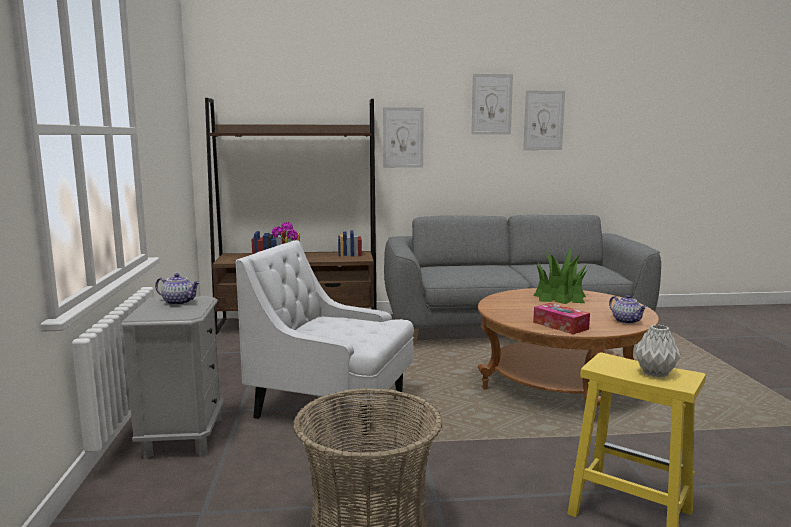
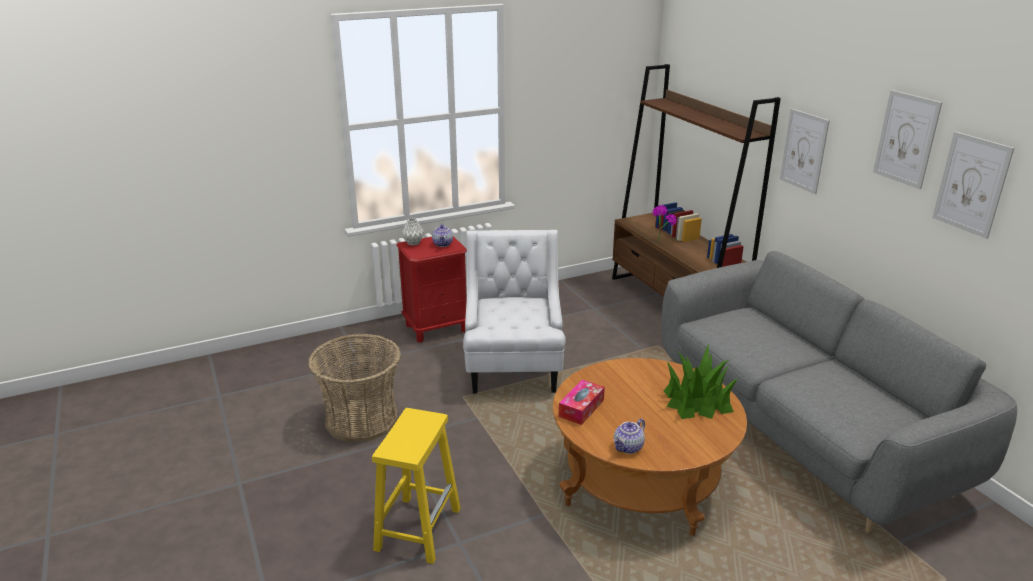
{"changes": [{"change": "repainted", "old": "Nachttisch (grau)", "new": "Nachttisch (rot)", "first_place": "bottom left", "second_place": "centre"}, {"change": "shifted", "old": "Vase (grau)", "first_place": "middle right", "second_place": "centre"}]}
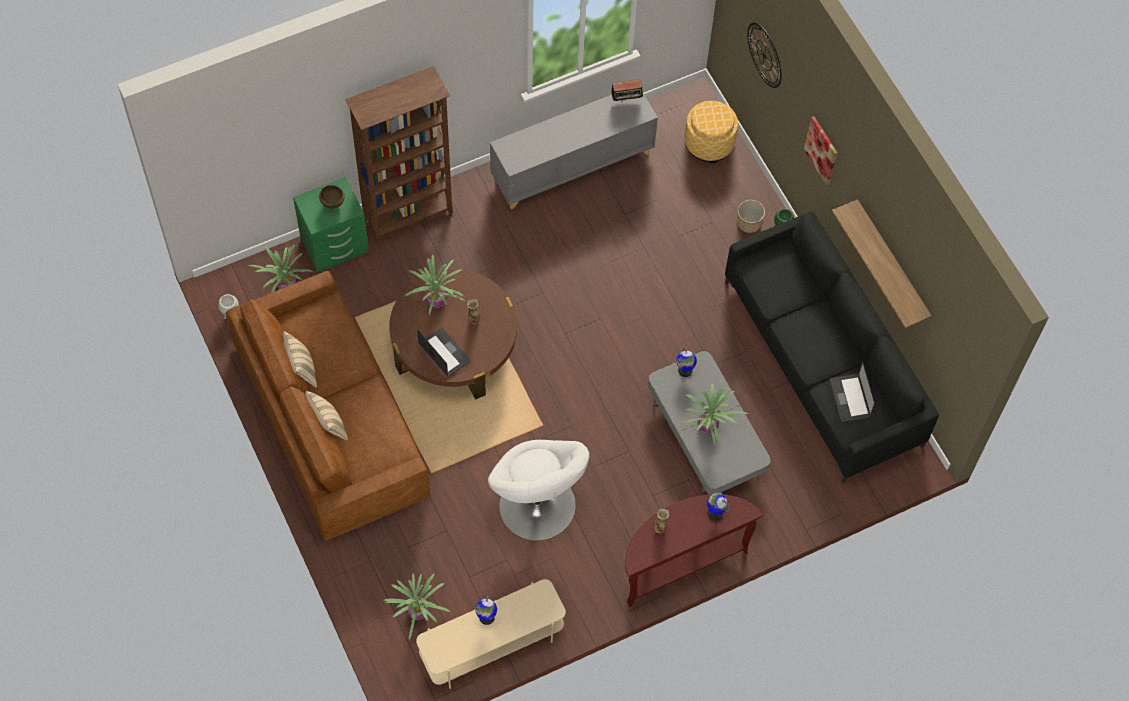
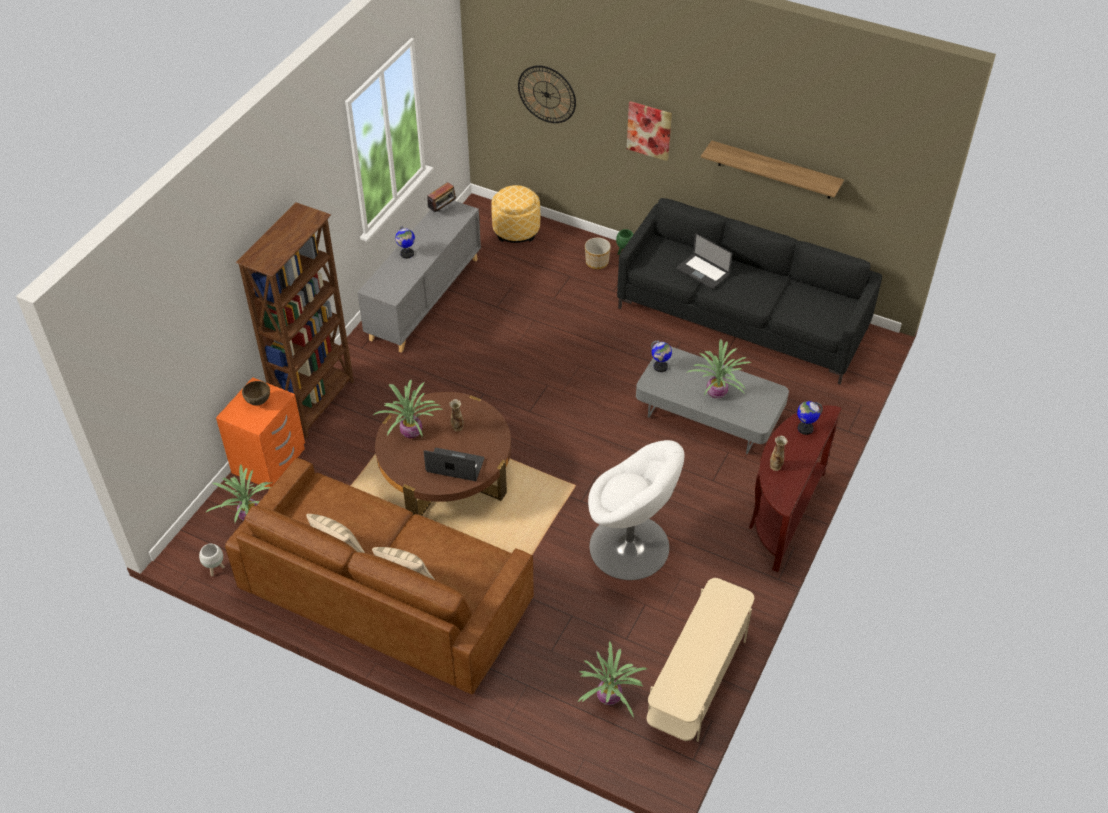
{"changes": [{"change": "repainted", "old": "Nachttisch (grün)", "new": "Nachttisch (orange)", "first_place": "top left", "second_place": "middle left"}, {"change": "shifted", "old": "Globus (no. 1 from left)", "first_place": "bottom centre", "second_place": "top centre"}, {"change": "shifted", "old": "Laptop (no. 2 from left)", "first_place": "middle right", "second_place": "top centre"}]}
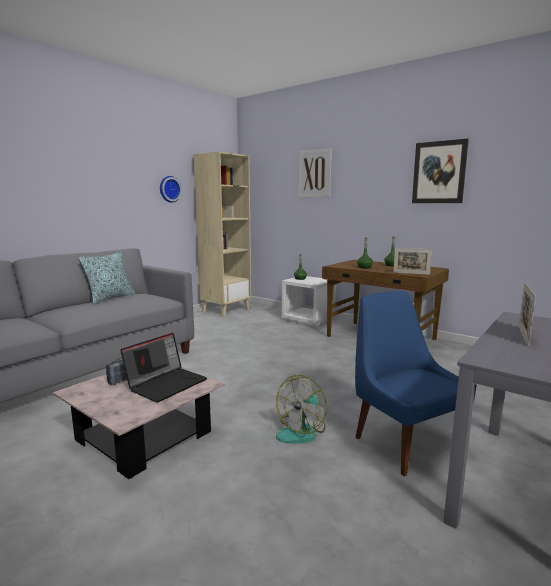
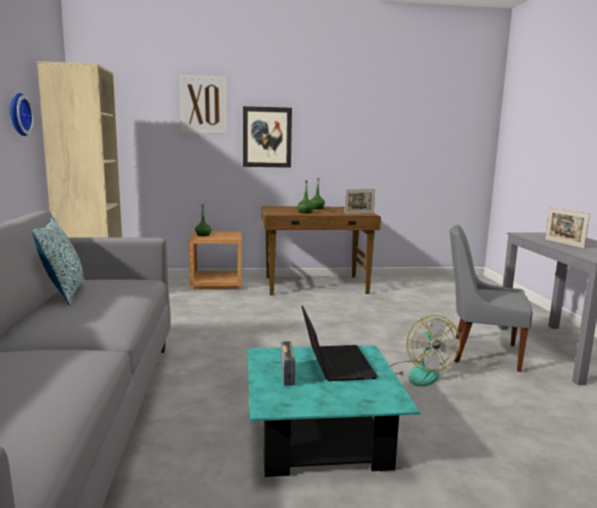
{"changes": [{"change": "repainted", "old": "Nachttisch (weiß)", "new": "Nachttisch (braun)", "first_place": "centre", "second_place": "centre"}, {"change": "shifted", "old": "Bild (no. 2 from left)", "first_place": "top right", "second_place": "top centre"}, {"change": "repainted", "old": "Couchtisch (rosa)", "new": "Couchtisch (türkis)", "first_place": "bottom left", "second_place": "bottom centre"}, {"change": "repainted", "old": "Stuhl (blau)", "new": "Stuhl (grau)", "first_place": "middle right", "second_place": "middle right"}]}
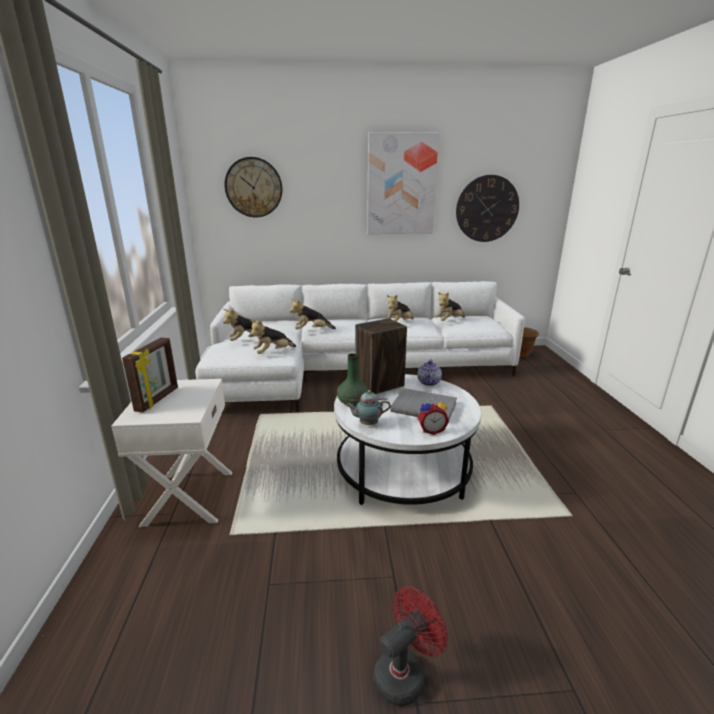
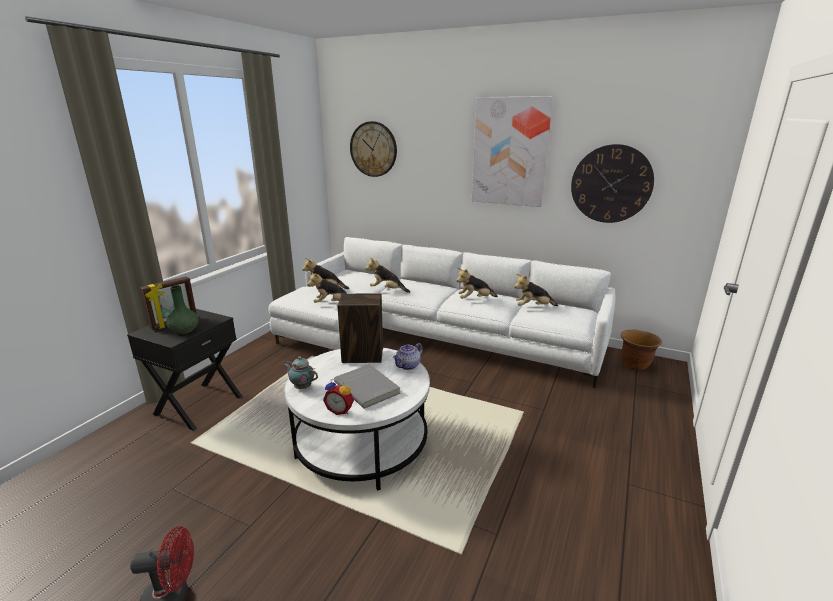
{"changes": [{"change": "repainted", "old": "Nachttisch (weiß)", "new": "Nachttisch (schwarz)", "first_place": "middle left", "second_place": "middle left"}, {"change": "shifted", "old": "Vase (grün)", "first_place": "centre", "second_place": "middle left"}]}
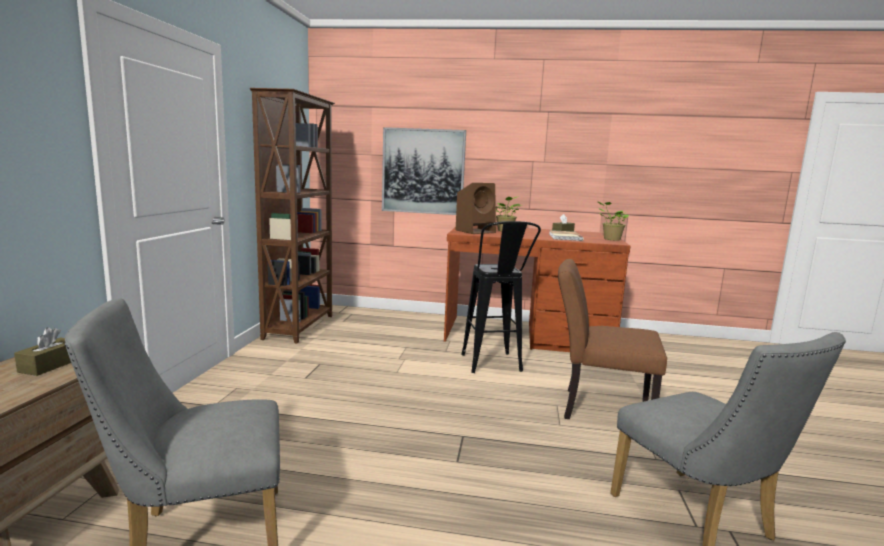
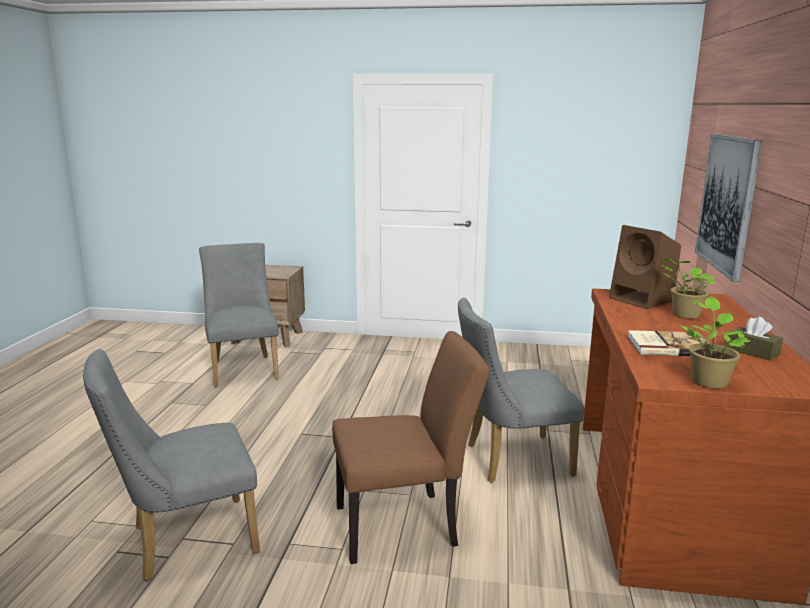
{"changes": [{"change": "rotated", "old": "Stuhl (braun)", "first_place": "middle right", "second_place": "bottom centre", "degrees": 60}, {"change": "swapped", "old": "Hocker (schwarz)", "new": "Stuhl (grau) (no. 3 from left)", "first_place": "centre", "second_place": "centre"}, {"change": "gone", "old": "Taschentuchbox (braun) (no. 1 from left)", "first_place": "middle left"}, {"change": "gone", "old": "Bücherregal (braun)", "first_place": "middle left"}]}
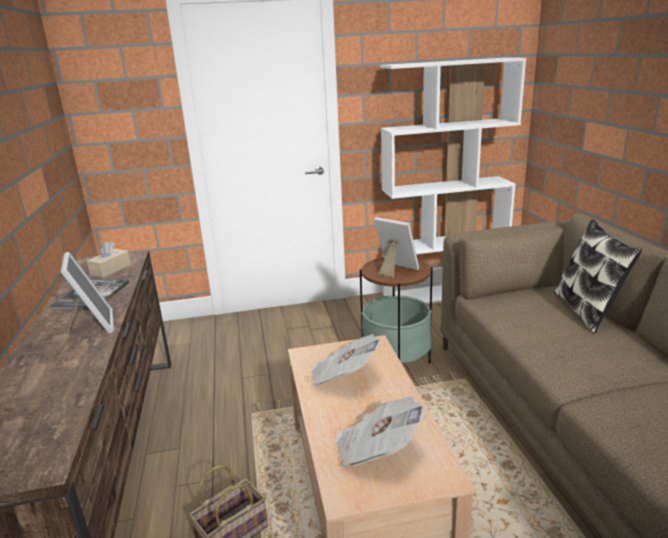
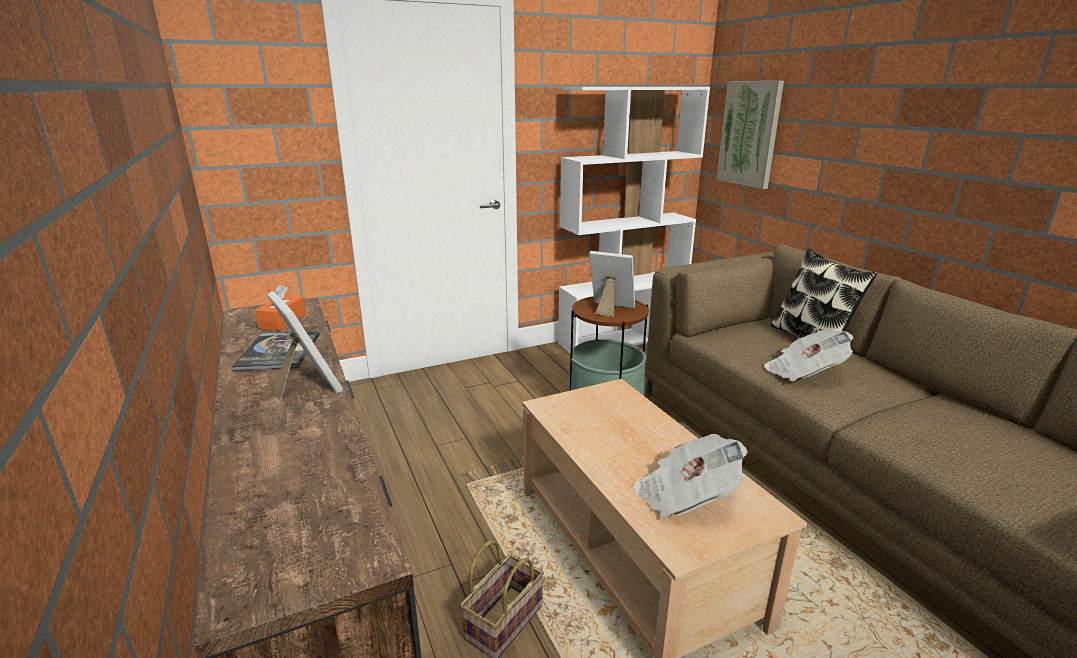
{"changes": [{"change": "repainted", "old": "Taschentuchbox (beige)", "new": "Taschentuchbox (orange)", "first_place": "middle left", "second_place": "middle left"}, {"change": "new", "new": "Bild", "second_place": "top right"}, {"change": "shifted", "old": "Zeitung (no. 1 from left in the first image)", "new": "Zeitung (no. 2 from left)", "first_place": "bottom centre", "second_place": "middle right"}]}
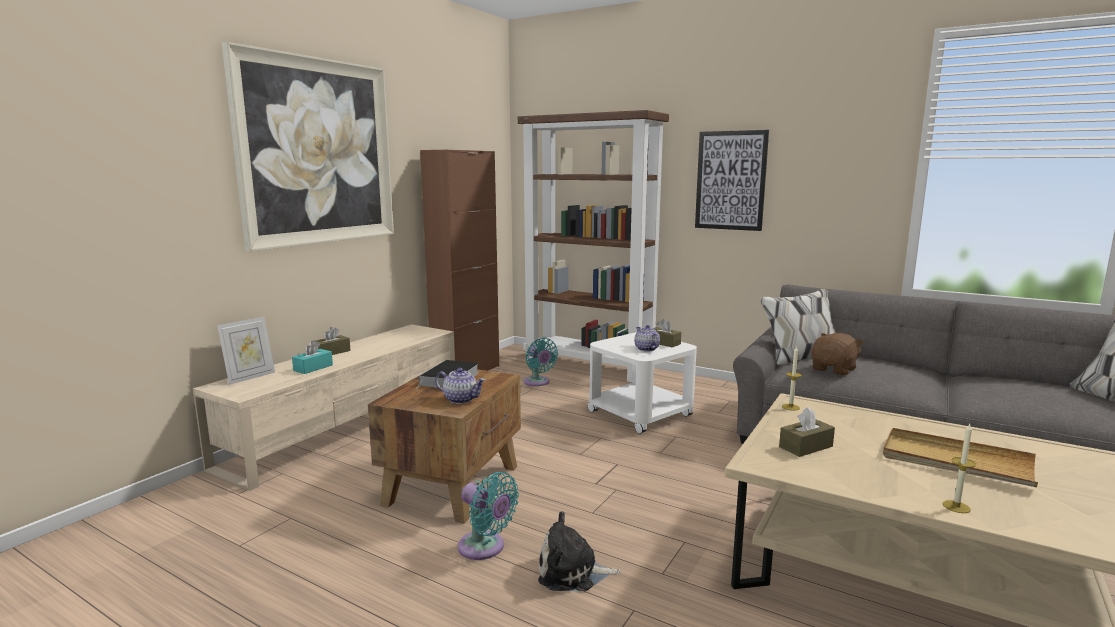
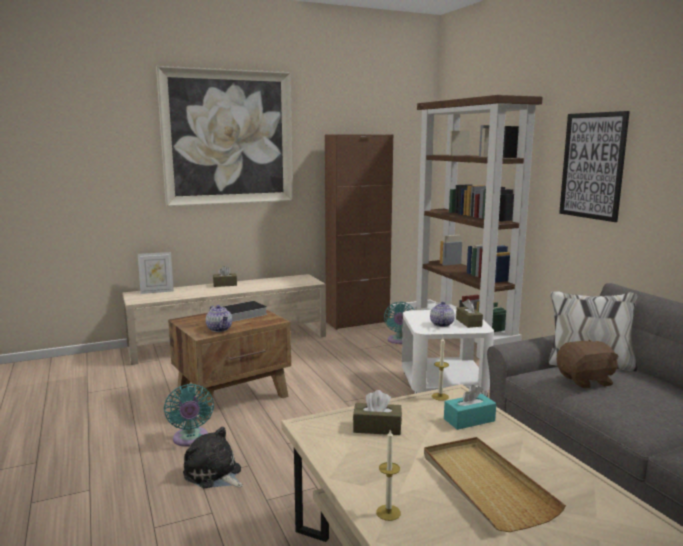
{"changes": [{"change": "shifted", "old": "Taschentuchbox (türkis)", "first_place": "middle left", "second_place": "bottom right"}]}
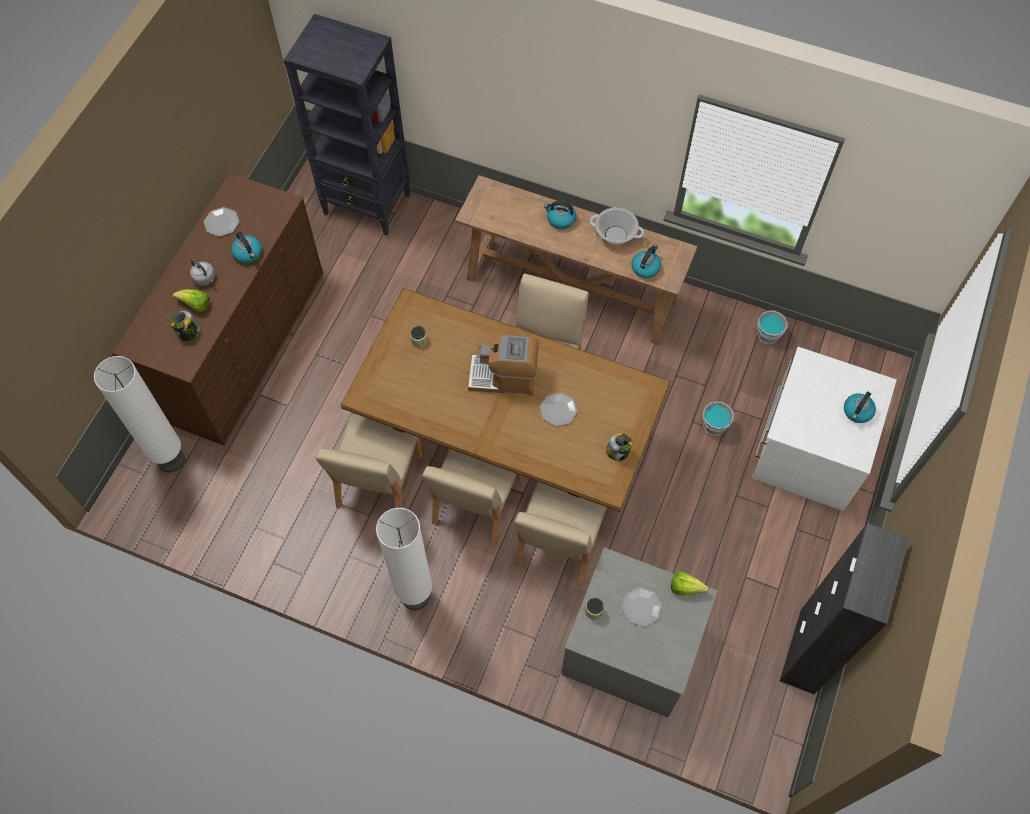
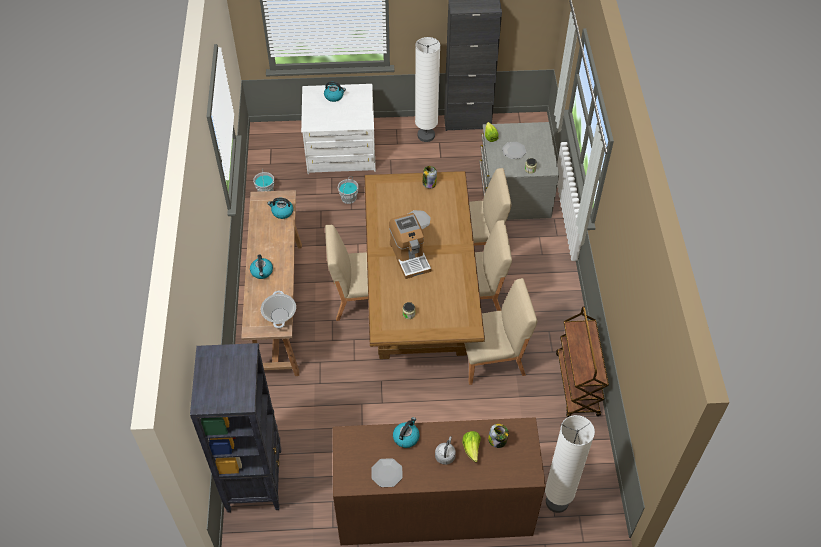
{"changes": [{"change": "shifted", "old": "Kochtopf", "first_place": "top centre", "second_place": "centre"}, {"change": "shifted", "old": "Stehlampe (weiß) (no. 2 from left in the first image)", "new": "Stehlampe (weiß) (no. 1 from left)", "first_place": "bottom centre", "second_place": "top centre"}, {"change": "new", "new": "Rollwagen (braun)", "second_place": "middle right"}]}
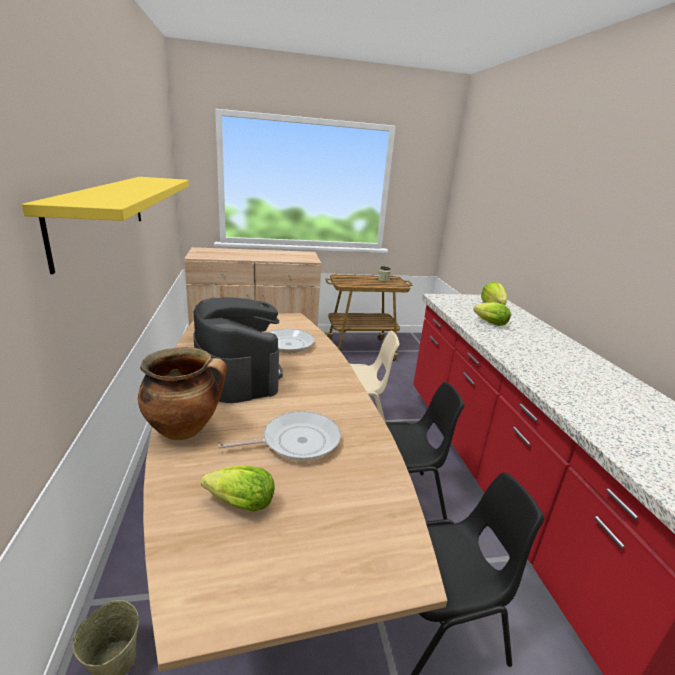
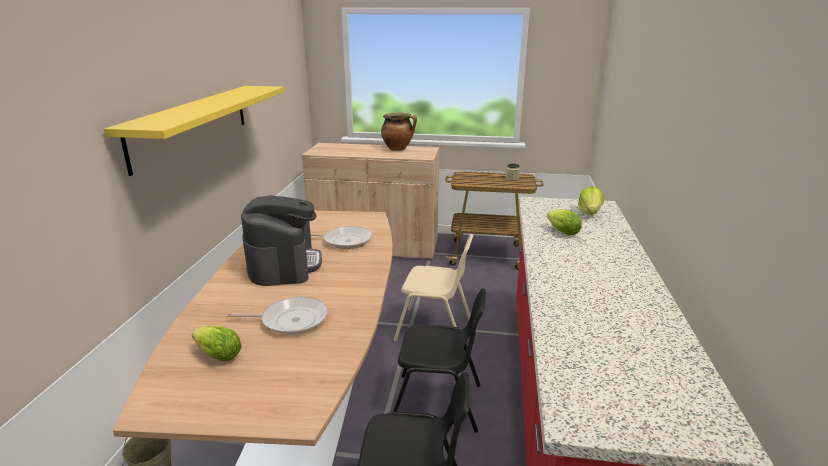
{"changes": [{"change": "shifted", "old": "Kochtopf", "first_place": "middle left", "second_place": "top centre"}]}
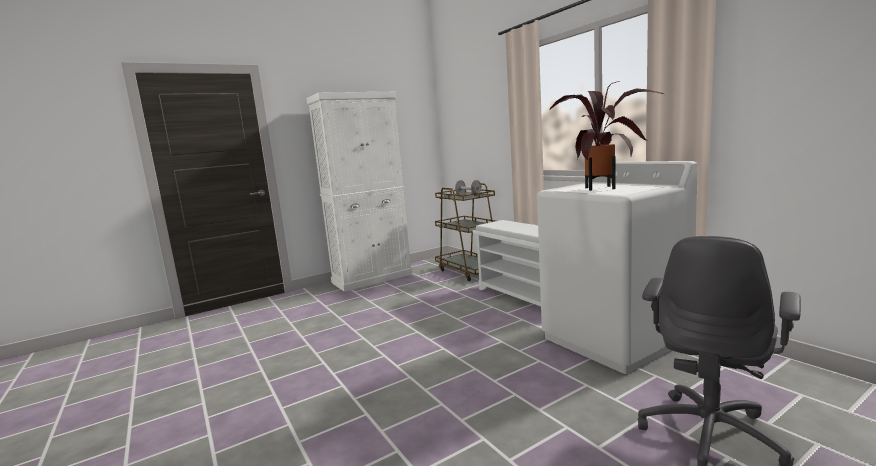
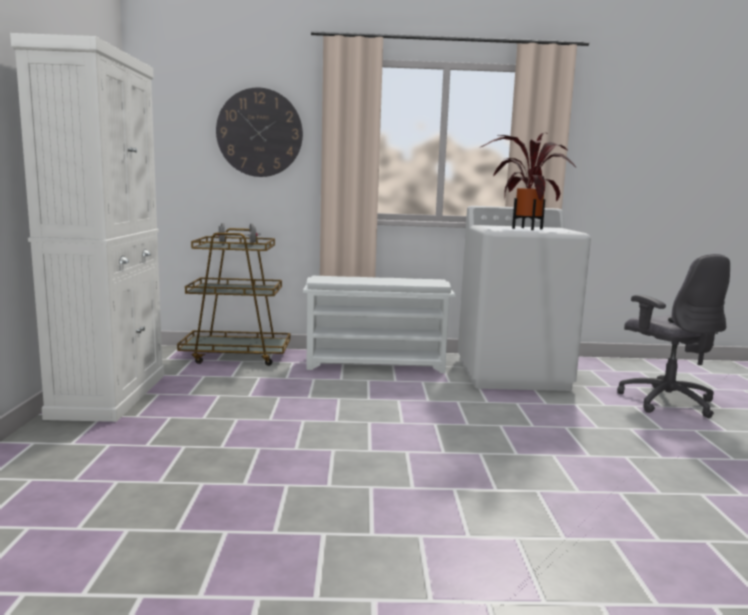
{"changes": [{"change": "new", "new": "Wanduhr", "second_place": "top centre"}]}
